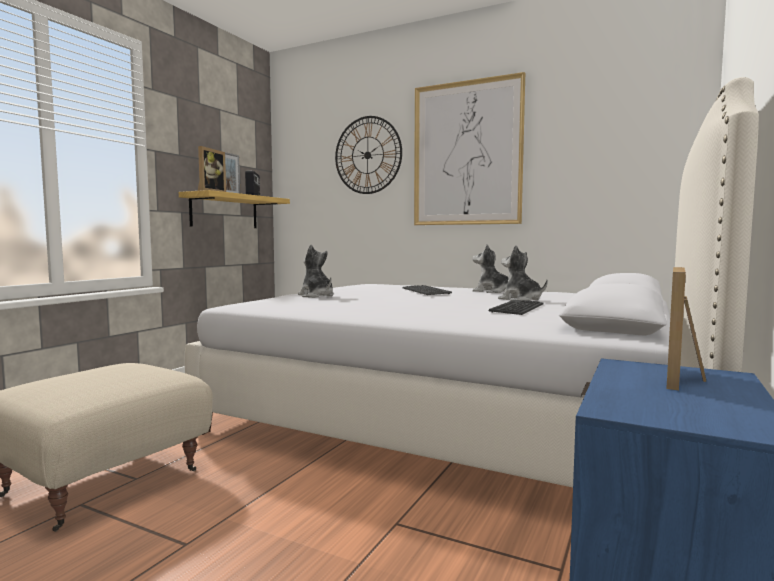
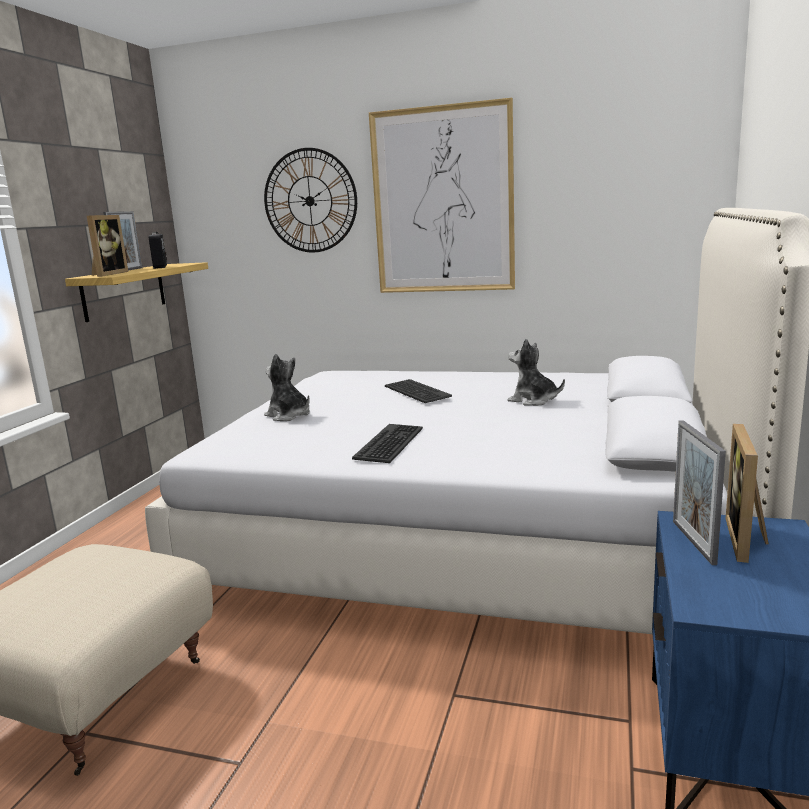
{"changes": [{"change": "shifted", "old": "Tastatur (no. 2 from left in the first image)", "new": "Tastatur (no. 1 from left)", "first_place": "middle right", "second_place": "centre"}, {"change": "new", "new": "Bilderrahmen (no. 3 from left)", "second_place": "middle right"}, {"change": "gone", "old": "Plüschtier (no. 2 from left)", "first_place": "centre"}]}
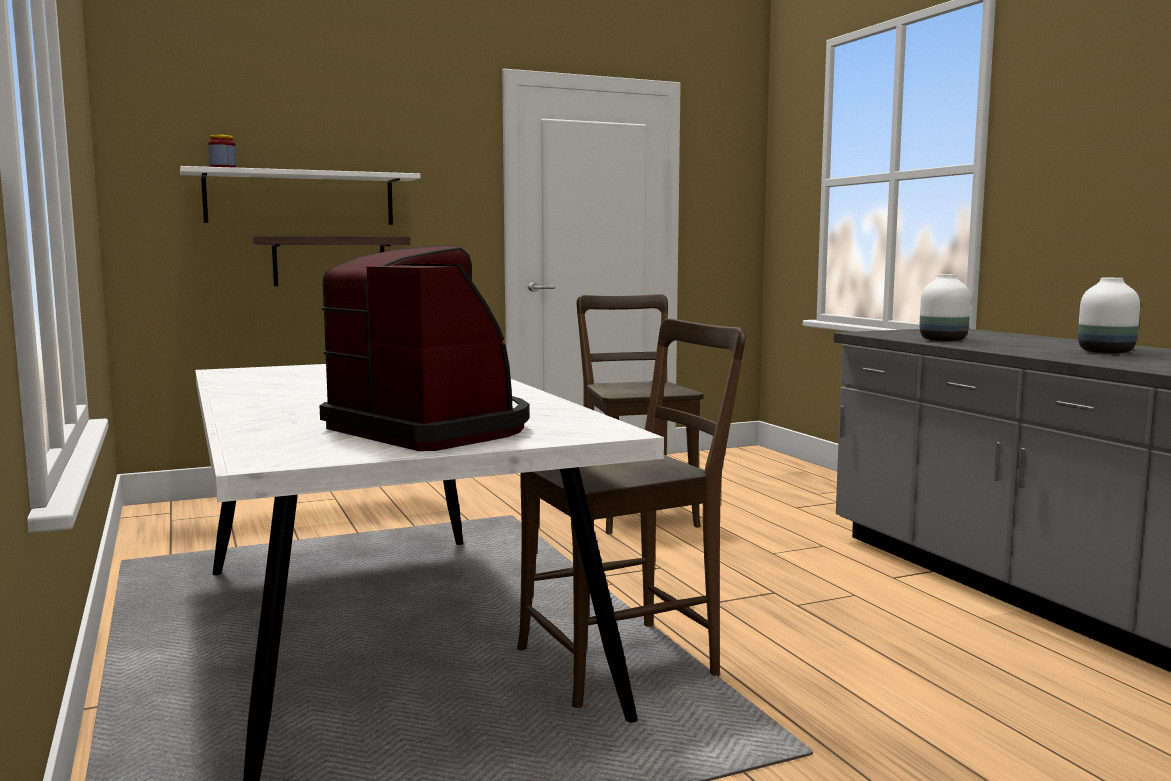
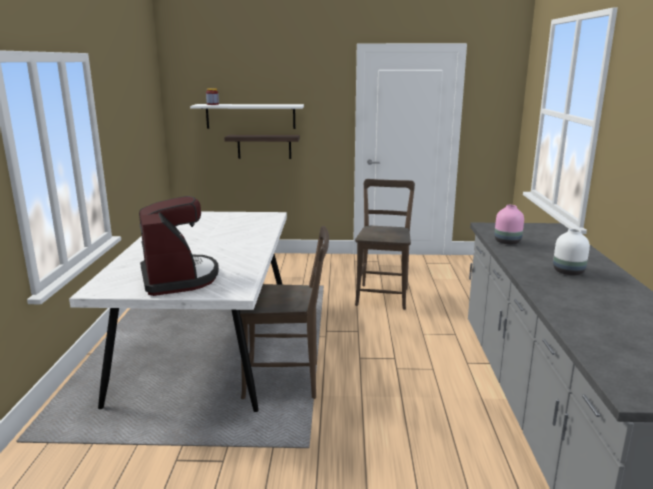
{"changes": [{"change": "repainted", "old": "Vase (weiß) (no. 1 from left)", "new": "Vase (rosa)", "first_place": "middle right", "second_place": "middle right"}]}
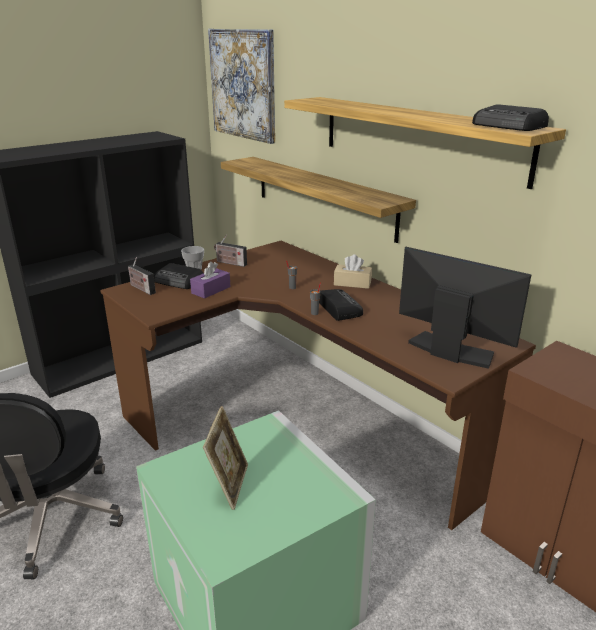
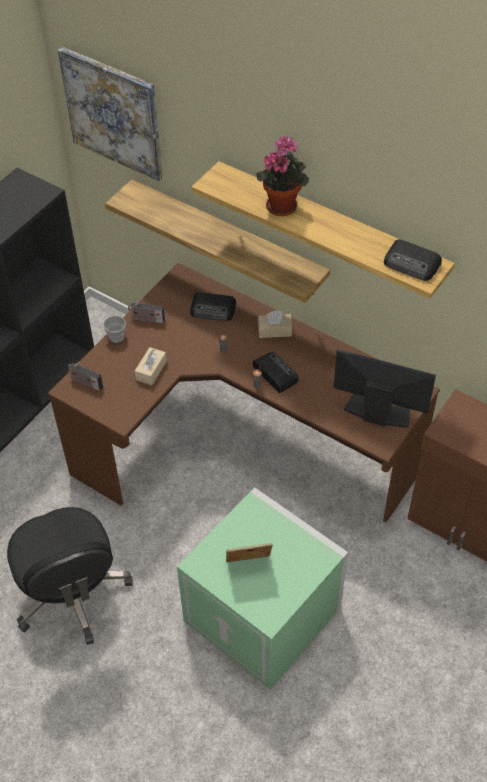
{"changes": [{"change": "repainted", "old": "Taschentuchbox (lila)", "new": "Taschentuchbox (beige) (no. 1 from left)", "first_place": "centre", "second_place": "middle left"}, {"change": "shifted", "old": "Radio (no. 2 from left in the first image)", "new": "Radio (no. 3 from left)", "first_place": "middle left", "second_place": "centre"}, {"change": "rotated", "old": "Bilderrahmen", "first_place": "bottom centre", "second_place": "bottom centre", "degrees": -90}, {"change": "new", "new": "Topfpflanze", "second_place": "top centre"}]}
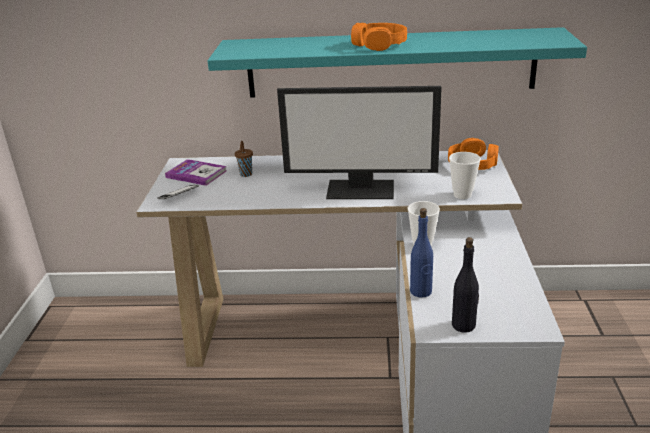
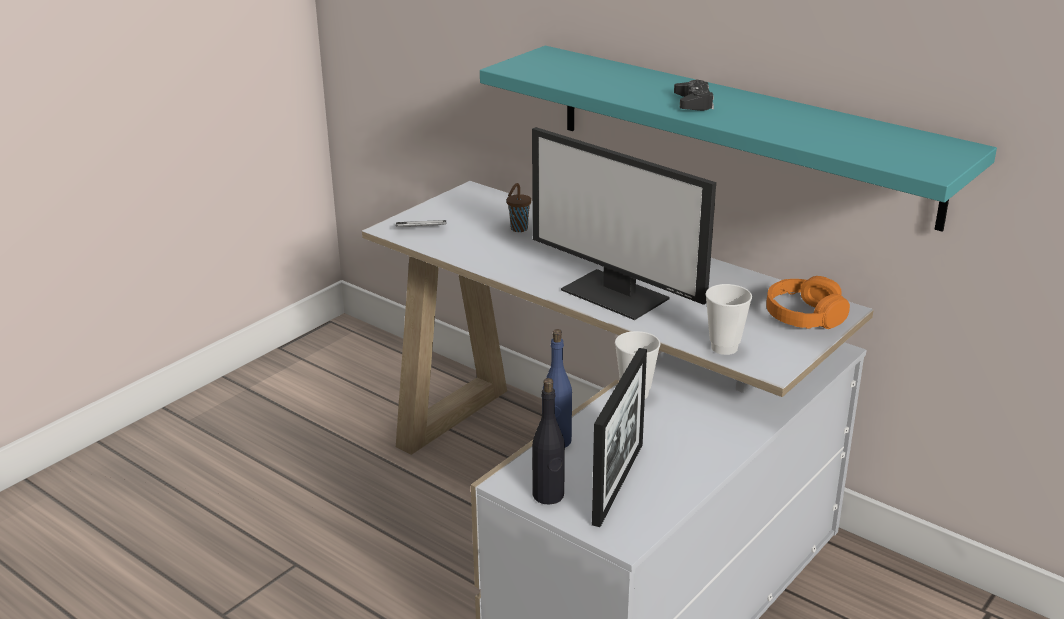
{"changes": [{"change": "new", "new": "Bilderrahmen", "second_place": "bottom centre"}, {"change": "swapped", "old": "Kopfhörer (orange) (no. 1 from left)", "new": "Gamepad (schwarz)", "first_place": "top centre", "second_place": "top centre"}, {"change": "gone", "old": "Buch", "first_place": "middle left"}]}
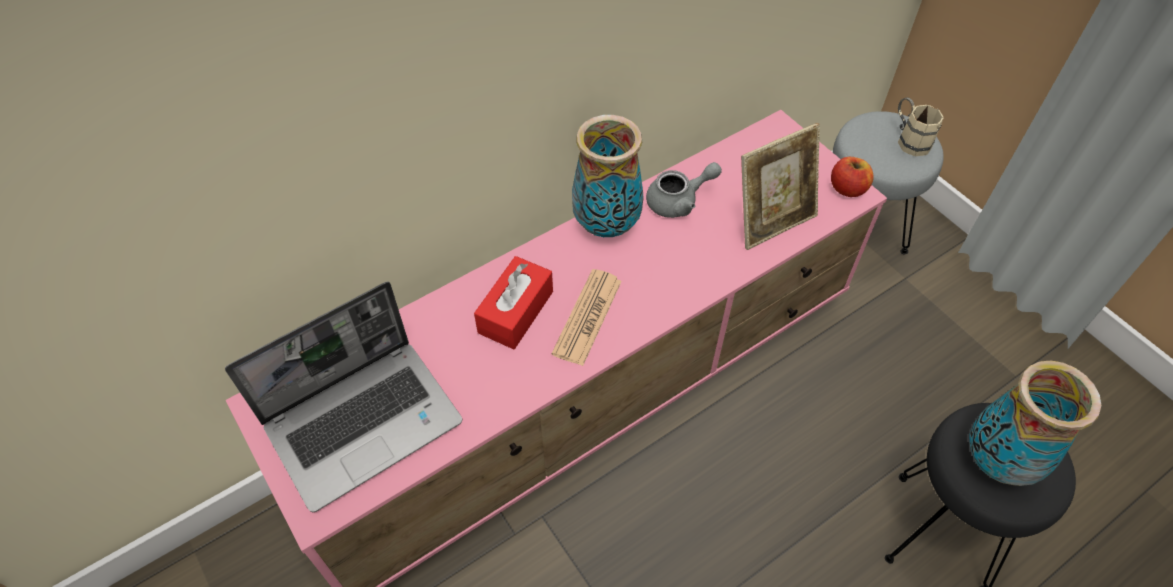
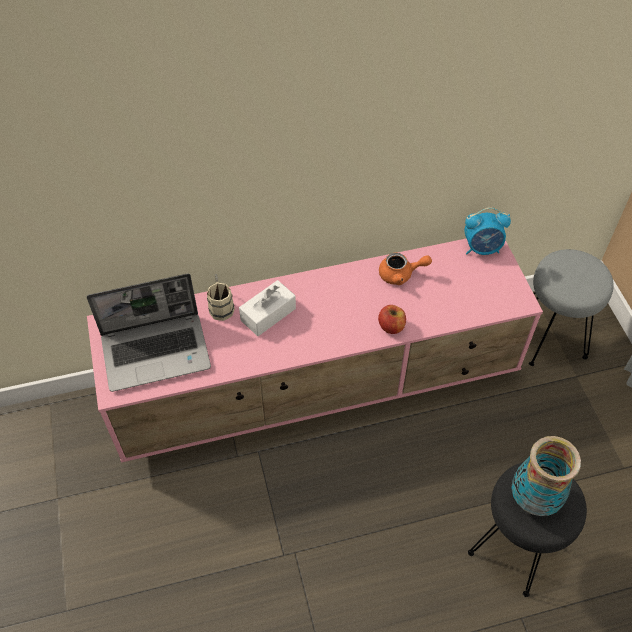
{"changes": [{"change": "shifted", "old": "Henkelbecher (beige)", "first_place": "top right", "second_place": "centre"}, {"change": "repainted", "old": "Taschentuchbox (rot)", "new": "Taschentuchbox (weiß)", "first_place": "centre", "second_place": "centre"}, {"change": "shifted", "old": "Apfel", "first_place": "top right", "second_place": "centre"}, {"change": "repainted", "old": "Teekanne (grau)", "new": "Teekanne (orange)", "first_place": "top centre", "second_place": "centre"}, {"change": "new", "new": "Wecker", "second_place": "middle right"}, {"change": "gone", "old": "Zeitung", "first_place": "centre"}, {"change": "gone", "old": "Vase (no. 1 from left)", "first_place": "top centre"}, {"change": "gone", "old": "Bilderrahmen", "first_place": "top centre"}]}
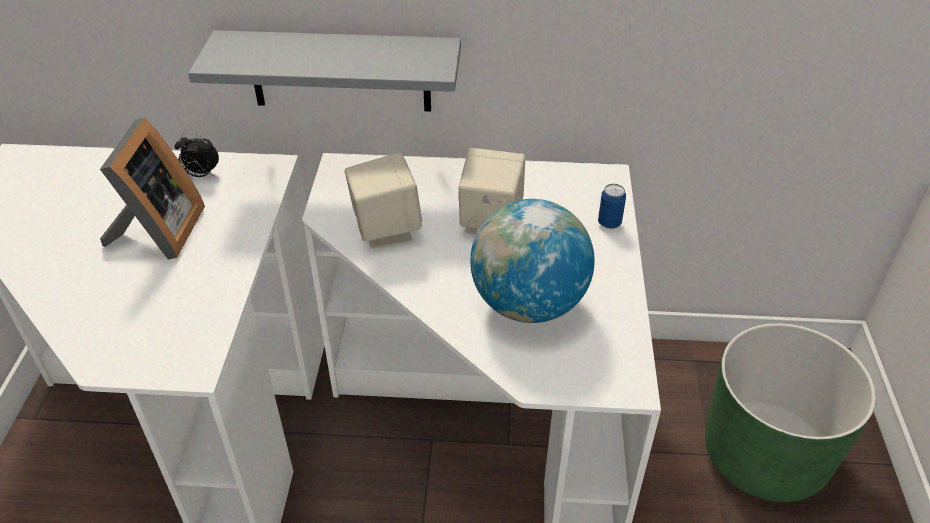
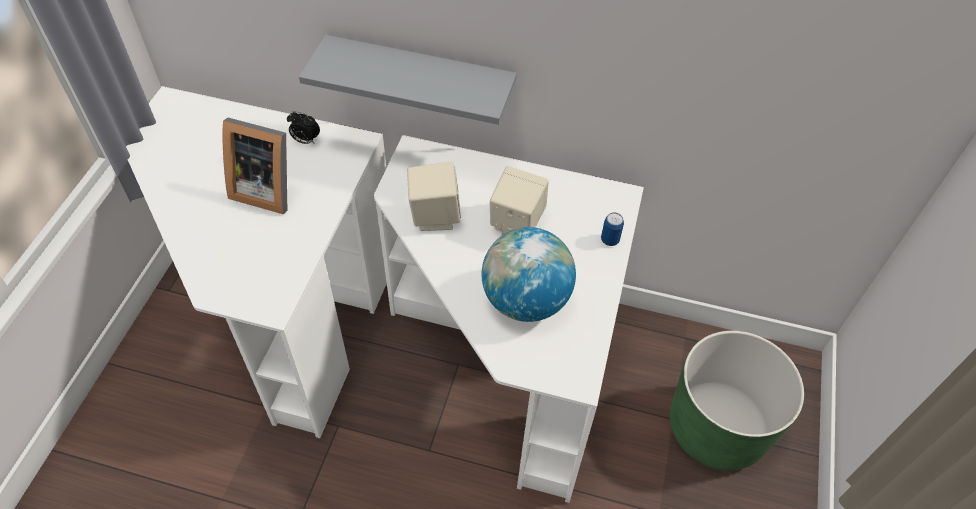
{"changes": [{"change": "rotated", "old": "Bilderrahmen", "first_place": "middle left", "second_place": "top left", "degrees": 90}]}
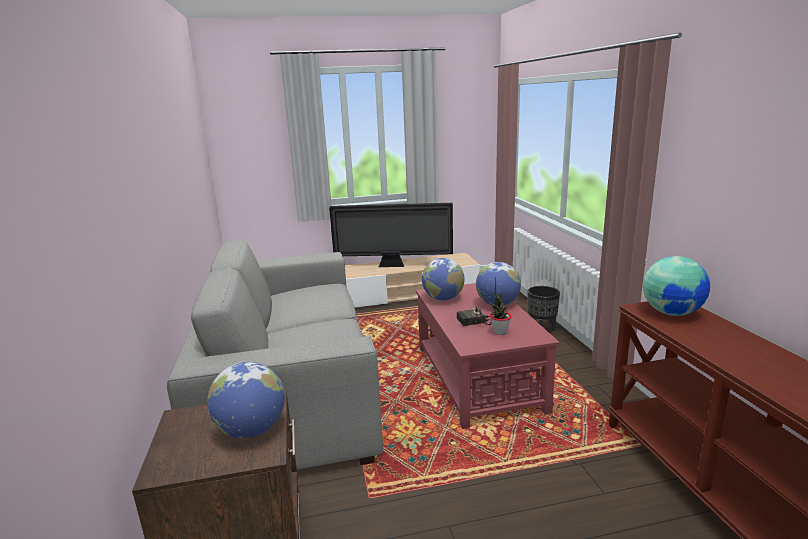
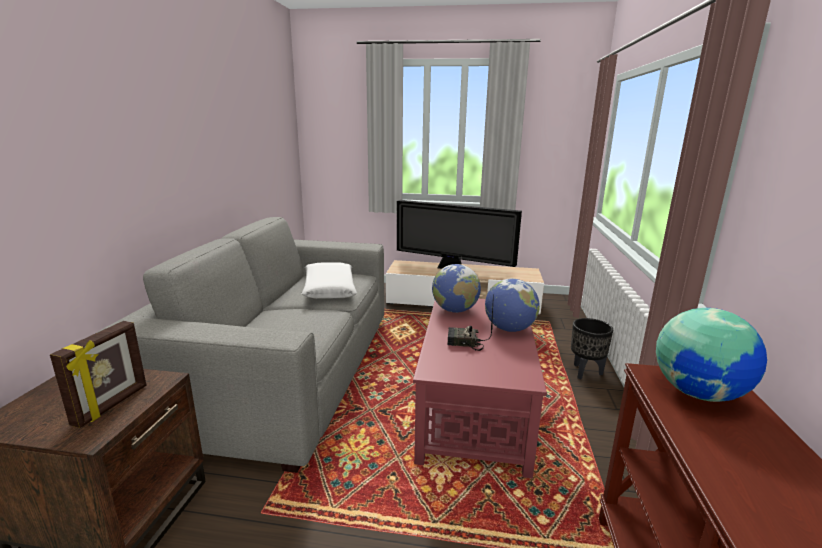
{"changes": [{"change": "swapped", "old": "Globus (no. 1 from left)", "new": "Bilderrahmen", "first_place": "bottom left", "second_place": "bottom left"}, {"change": "new", "new": "Kissen (weiß)", "second_place": "centre"}, {"change": "gone", "old": "Topfpflanze", "first_place": "centre"}]}
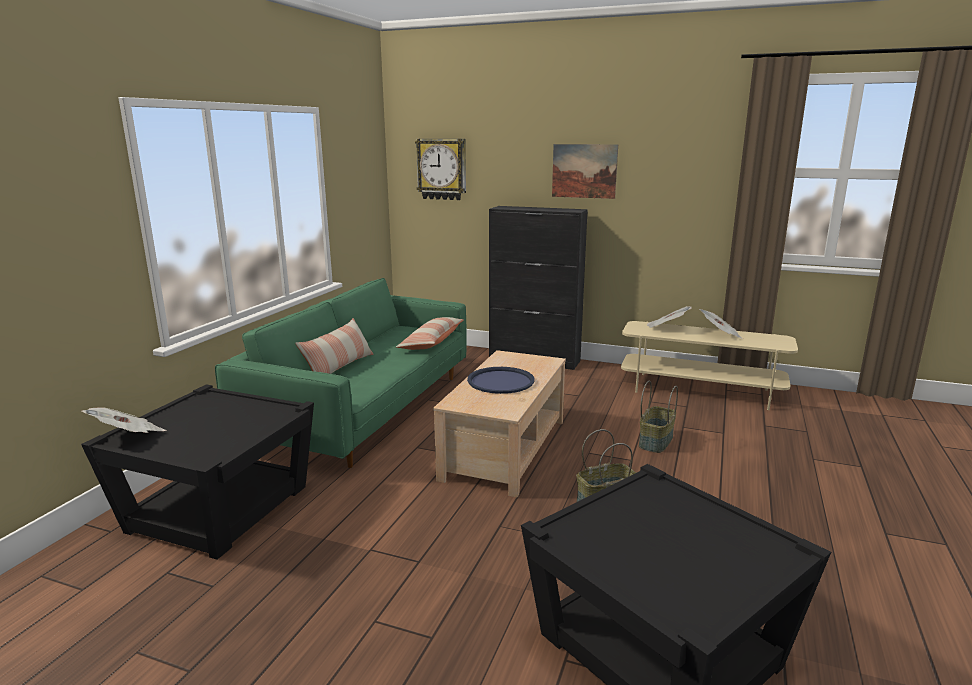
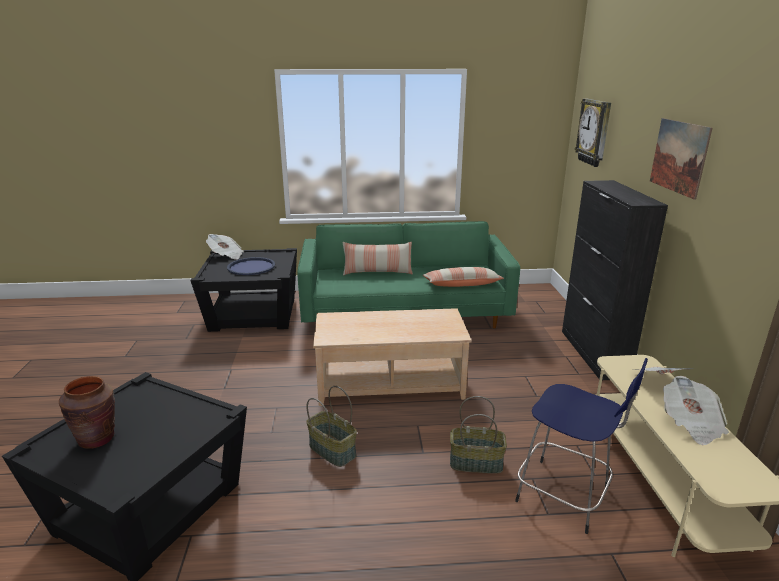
{"changes": [{"change": "new", "new": "Vase (braun)", "second_place": "bottom left"}, {"change": "shifted", "old": "Tablett (blau)", "first_place": "centre", "second_place": "middle left"}, {"change": "new", "new": "Hocker (blau)", "second_place": "bottom right"}]}
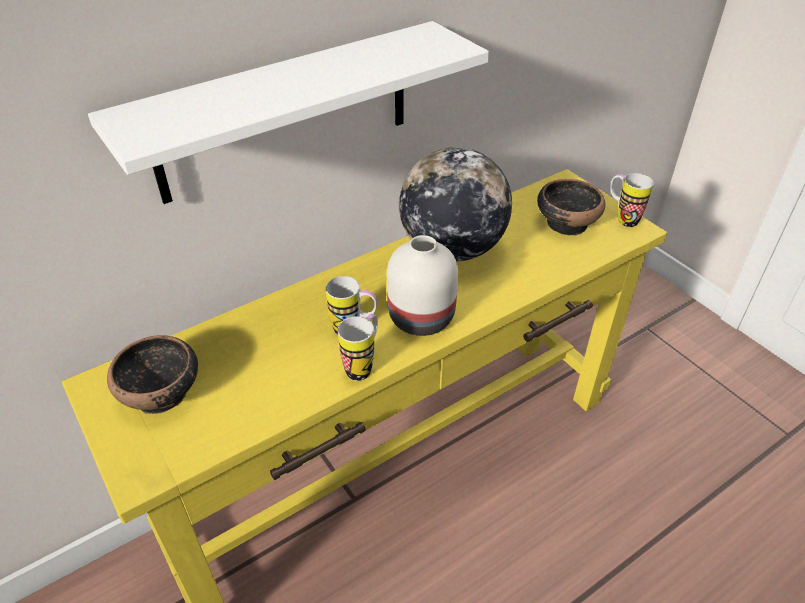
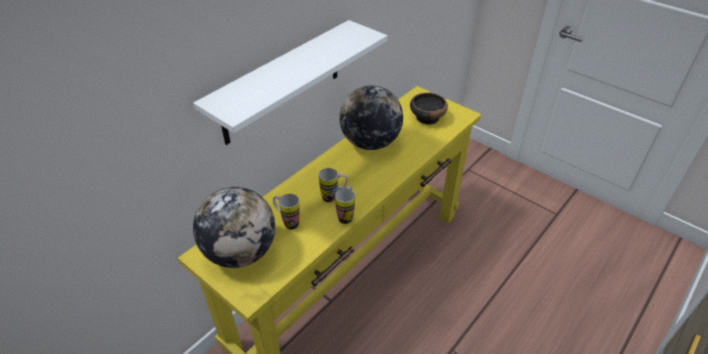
{"changes": [{"change": "swapped", "old": "Schüssel (no. 1 from left)", "new": "Globus (no. 1 from left)", "first_place": "middle left", "second_place": "middle left"}, {"change": "shifted", "old": "Henkelbecher (no. 3 from left in the first image)", "new": "Henkelbecher (no. 1 from left)", "first_place": "top right", "second_place": "centre"}, {"change": "gone", "old": "Vase (weiß)", "first_place": "centre"}]}
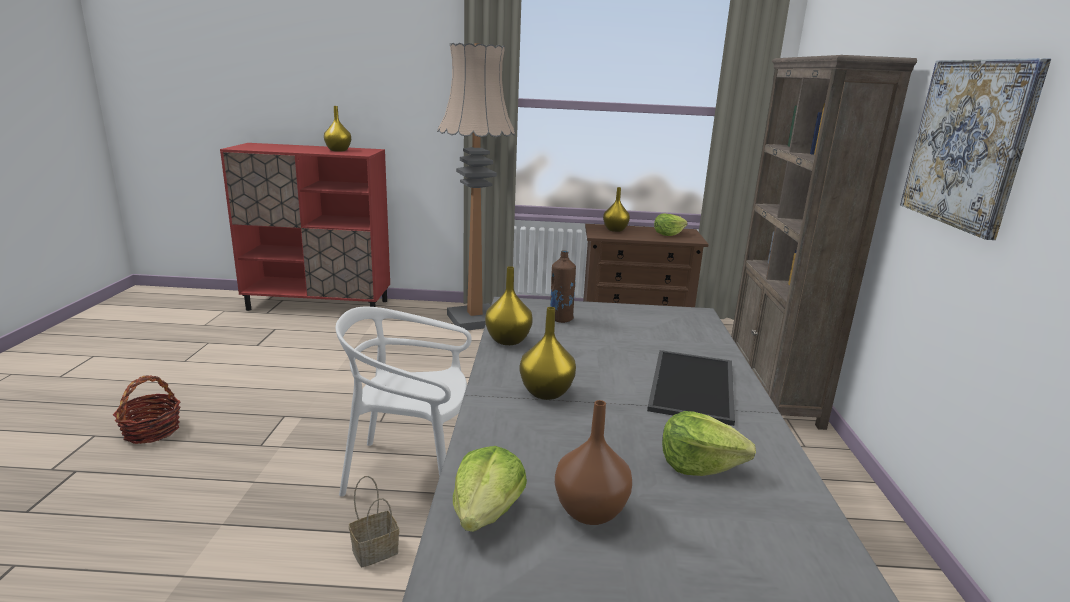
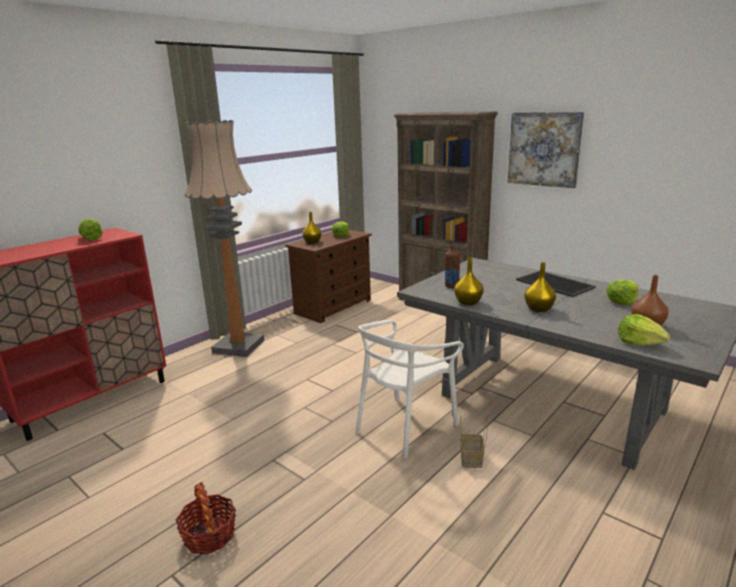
{"changes": [{"change": "swapped", "old": "Vase (gelb) (no. 1 from left)", "new": "Salatkopf (no. 1 from left)", "first_place": "top left", "second_place": "middle left"}]}
